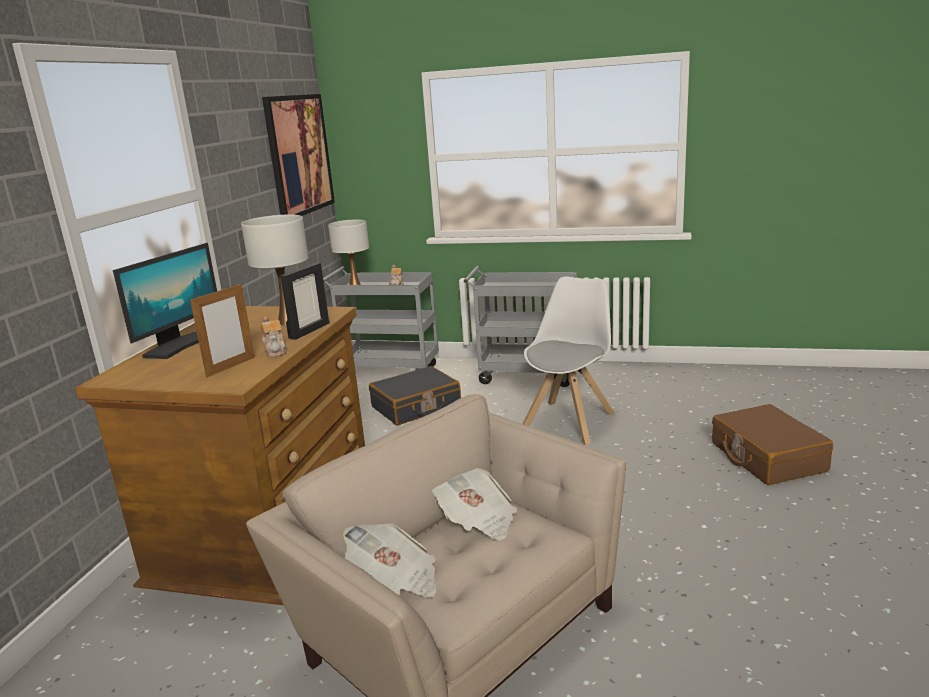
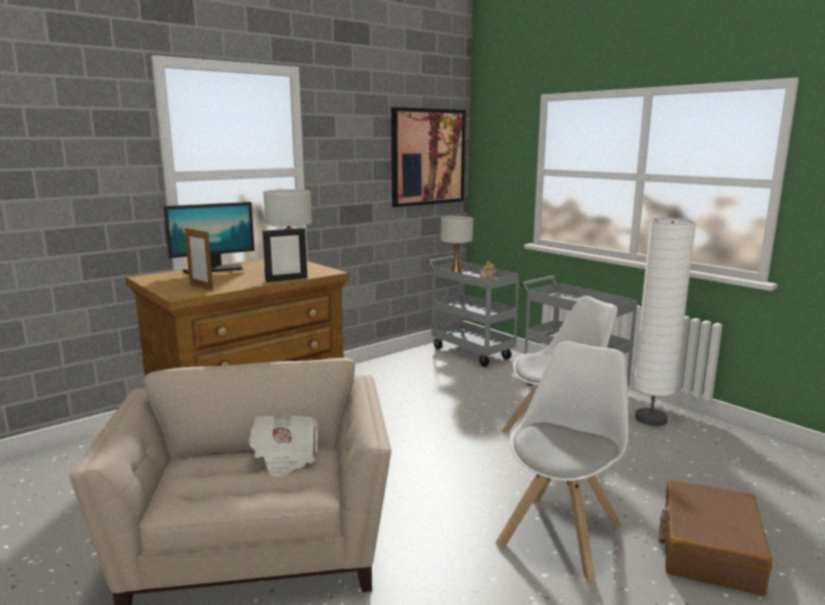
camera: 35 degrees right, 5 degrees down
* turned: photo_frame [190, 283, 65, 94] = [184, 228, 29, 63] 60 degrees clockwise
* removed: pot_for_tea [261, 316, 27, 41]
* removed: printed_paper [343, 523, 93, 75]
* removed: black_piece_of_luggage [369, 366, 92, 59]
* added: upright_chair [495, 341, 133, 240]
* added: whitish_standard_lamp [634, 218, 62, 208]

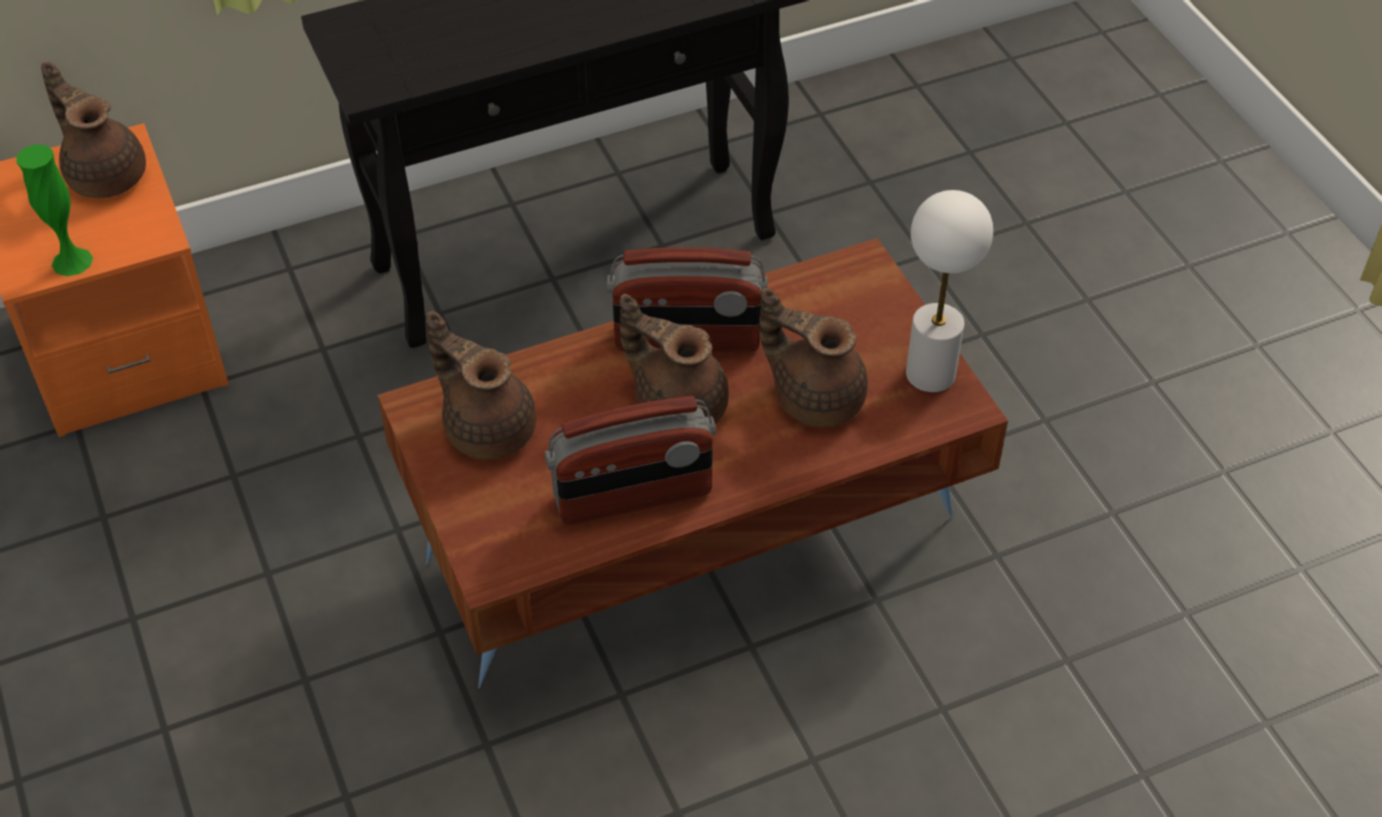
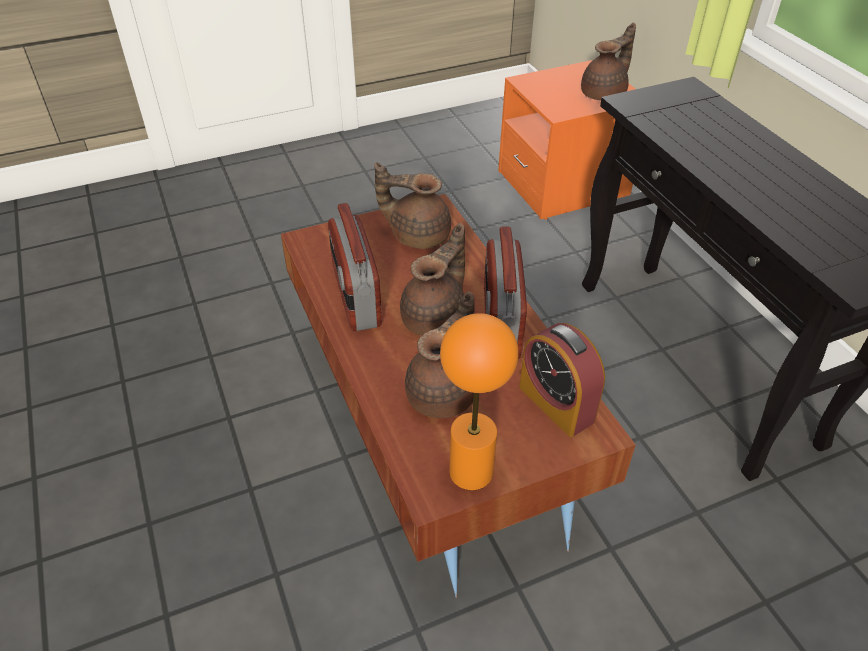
camera: 90 degrees right, 5 degrees down
* removed: green_vase [16, 144, 77, 132]
* turned: brown_pot_for_tea [426, 311, 110, 148] = [374, 162, 77, 87] 120 degrees counterclockwise
* recoloured: whitish_table_lamp [906, 190, 87, 203] to orange_table_lamp [440, 313, 78, 177]
* added: table_clock [519, 323, 86, 114]

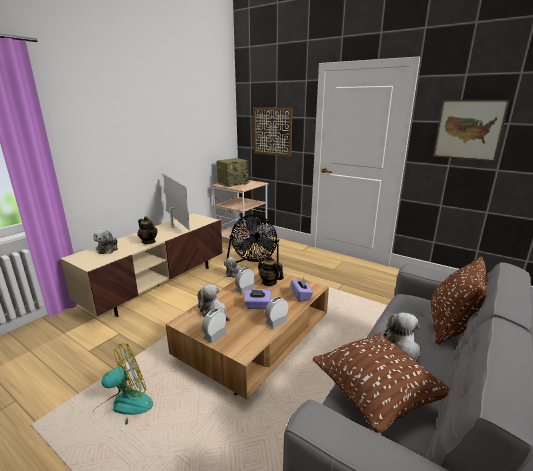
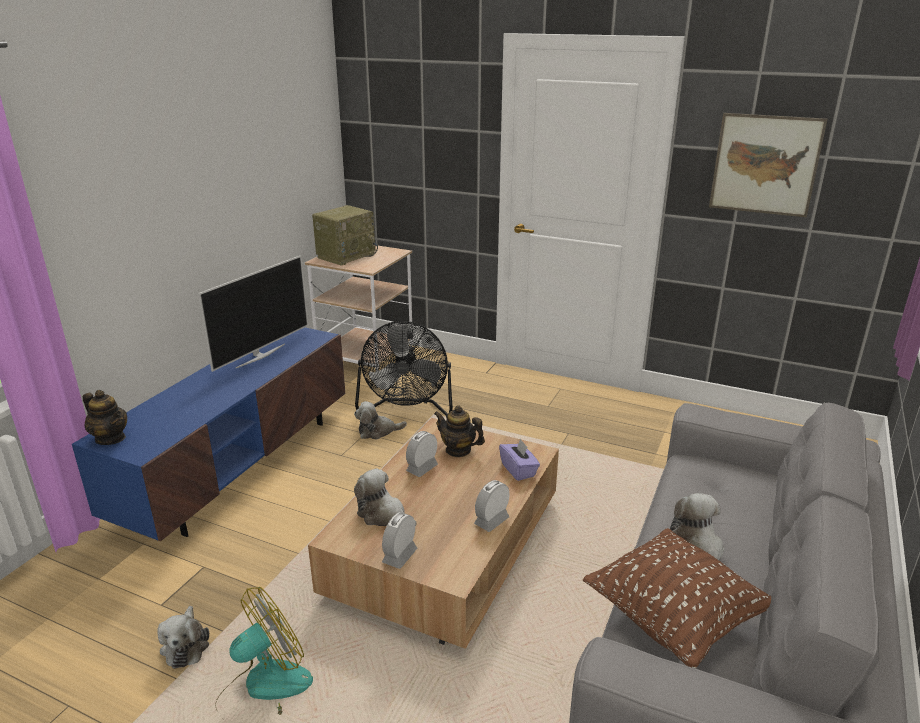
camera: 10 degrees left, 5 degrees up
* recoloured: beige-coloured_media_console [60, 213, 163, 104] to blue_media_console [72, 327, 273, 214]
* moved: cuddly_toy [93, 230, 25, 24] to [157, 606, 52, 63]
* moved: pot_for_tea [137, 216, 21, 28] to [83, 390, 44, 55]
* turned: television [163, 174, 27, 57] = [198, 255, 110, 117] 75 degrees clockwise
* removed: purple_tissue_box [244, 289, 27, 20]
* removed: picture [253, 106, 40, 51]
* removed: brown_cushion [431, 256, 57, 89]

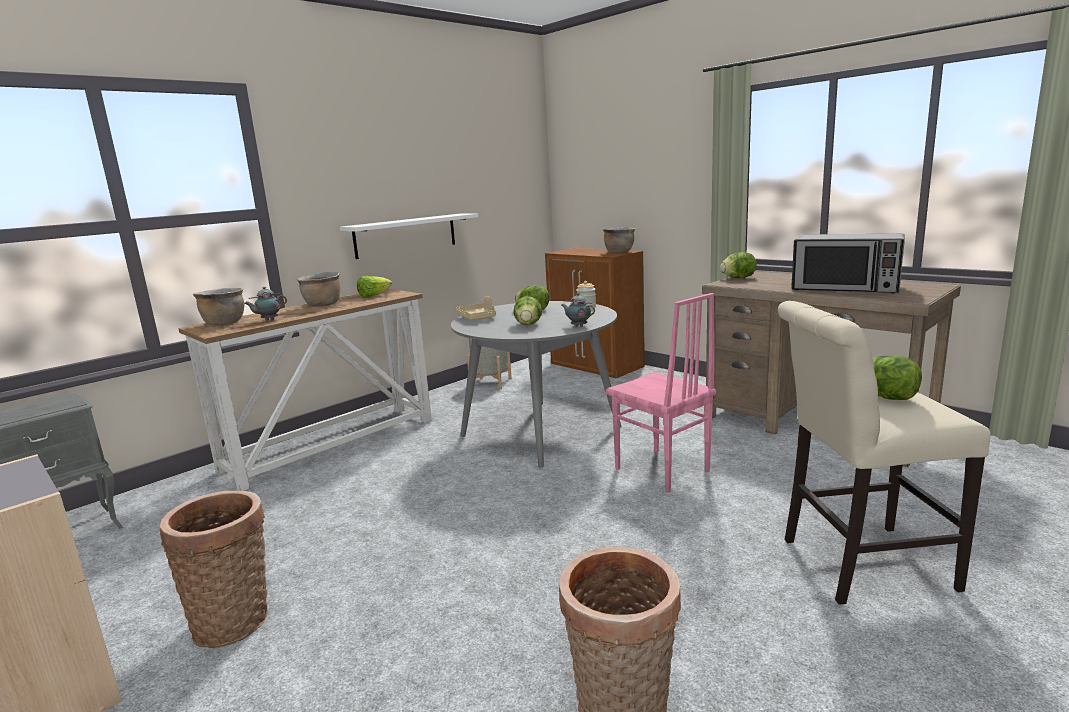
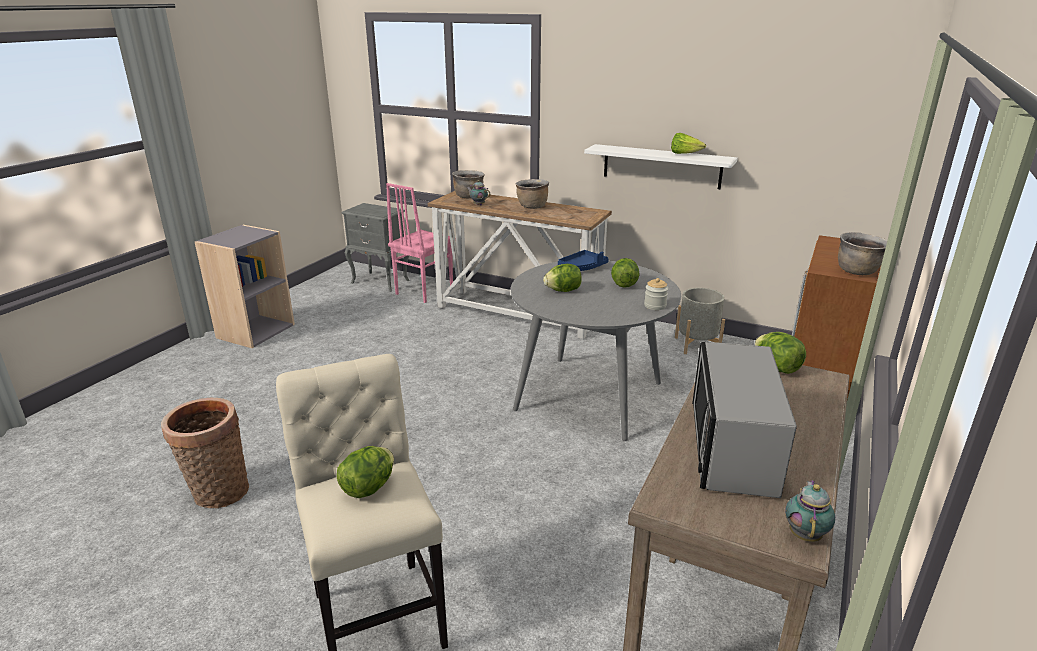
camera: 70 degrees right, 10 degrees up
* removed: household_basket [160, 491, 108, 157]
* moved: head_of_lettuce [357, 276, 35, 22] to [671, 133, 35, 21]
* recoloured: beige-coloured_carrying_tray [456, 296, 40, 24] to blue_carrying_tray [558, 250, 51, 21]
* moved: pot_for_tea [562, 293, 33, 34] to [785, 480, 50, 62]
* moved: pink_upright_chair [606, 293, 110, 200] to [386, 183, 67, 120]

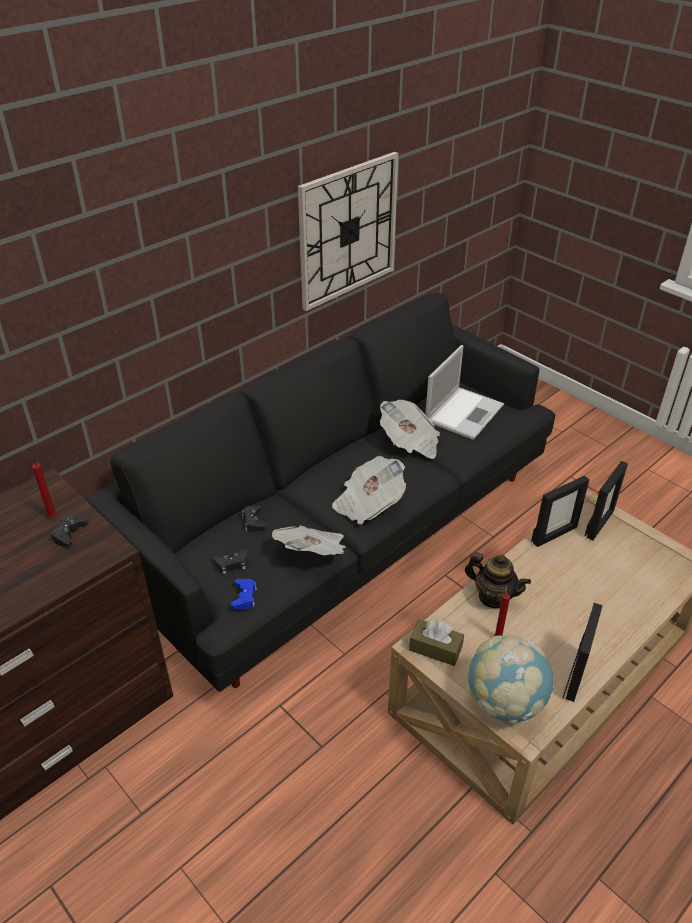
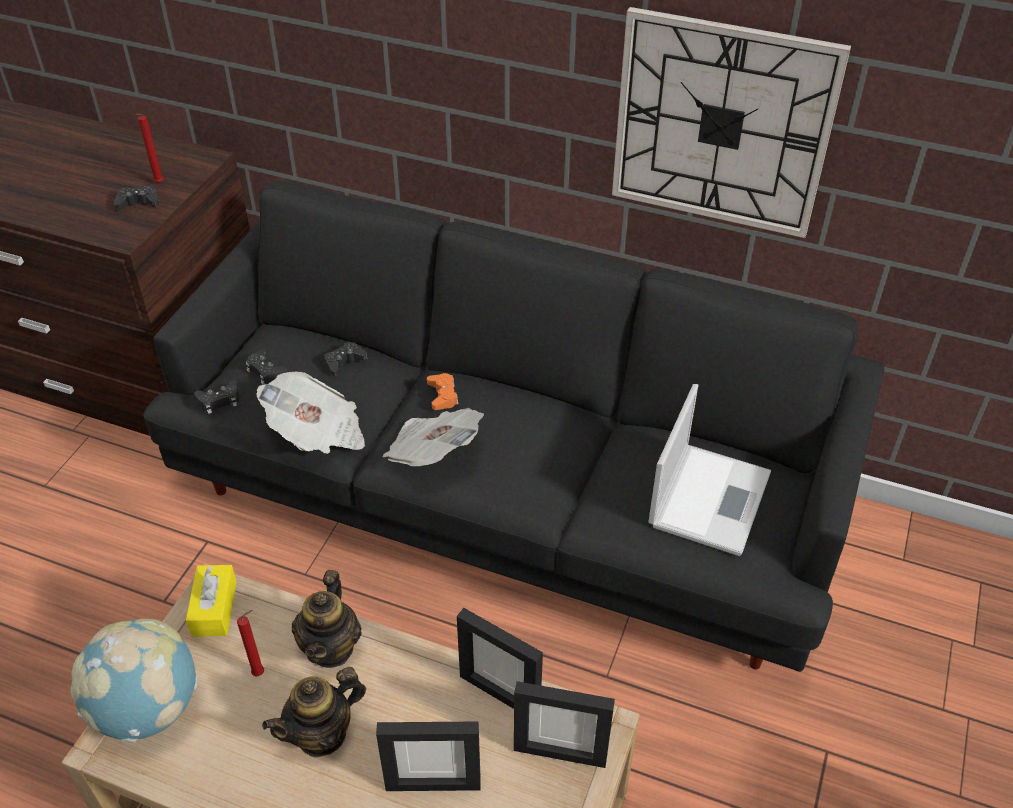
camera: 65 degrees right, 5 degrees up
* recoloured: blue_gamepad [231, 579, 26, 30] to black_gamepad [194, 381, 45, 33]
* removed: printed_paper [380, 400, 60, 59]
* recoloured: brown_tissue_box [409, 619, 55, 47] to yellowish_tissue_box [186, 565, 51, 72]
* turned: notebook_computer [425, 345, 79, 95] = [649, 384, 122, 172] 75 degrees counterclockwise
* moved: photo_frame [563, 603, 40, 99] to [376, 721, 105, 70]
* added: pot_for_tea [262, 667, 104, 91]
* added: orange_gamepad [427, 373, 32, 37]

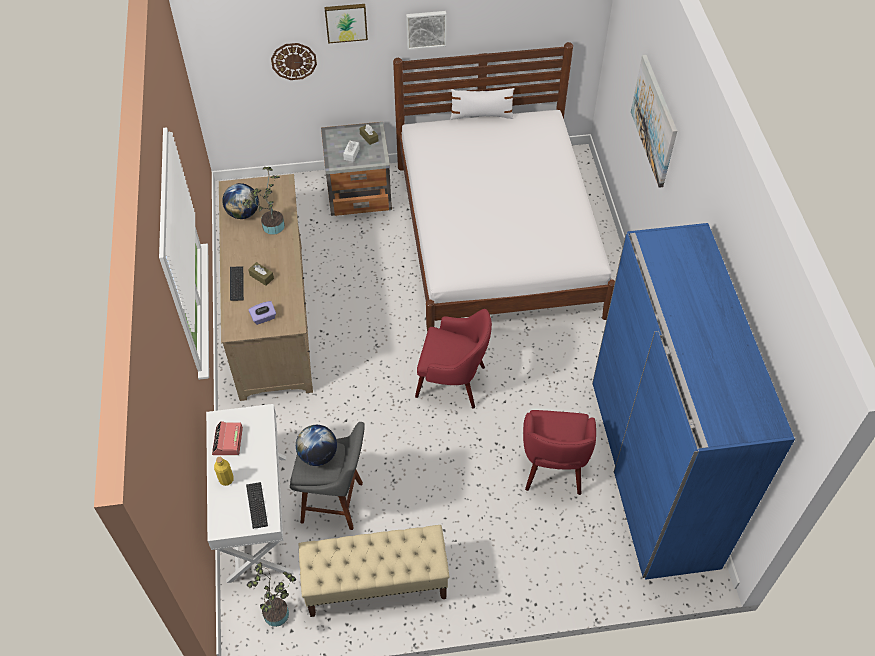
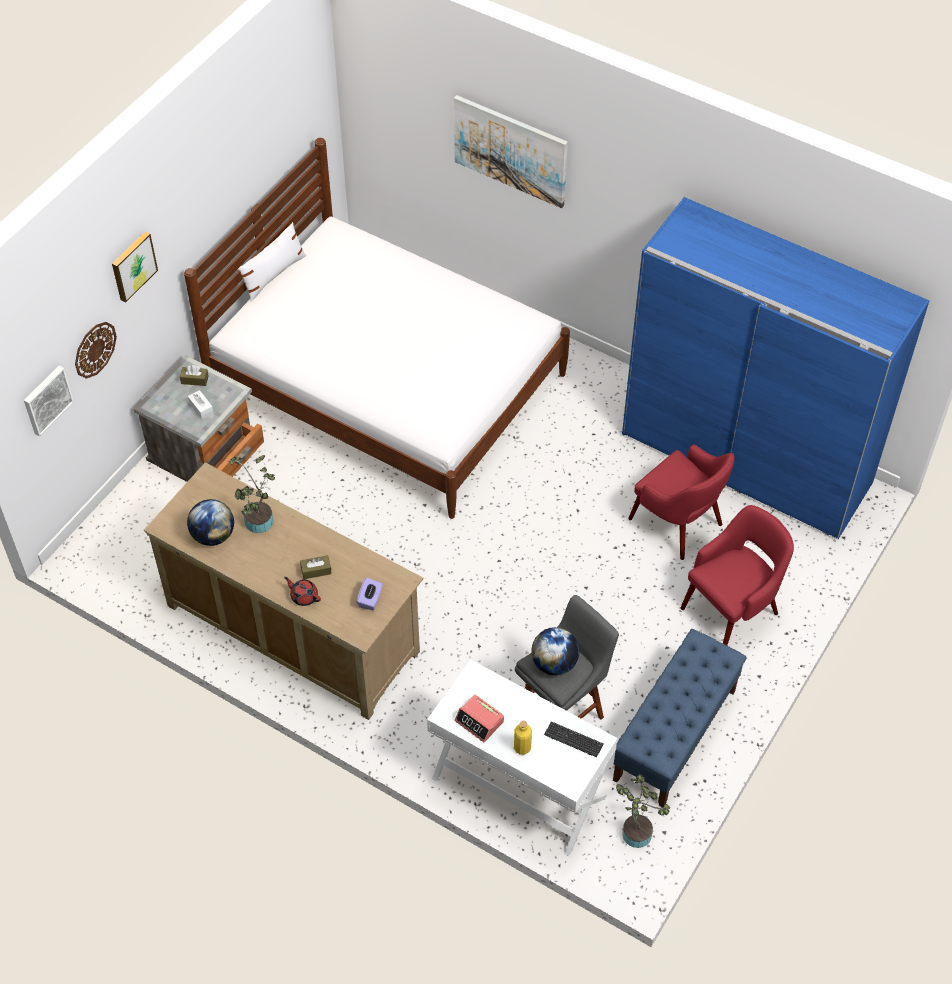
camera: 50 degrees left, 0 degrees up
* replaced: computer_keyboard [230, 266, 14, 35] to red_pot_for_tea [284, 577, 37, 29]
* recoloured: beige-coloured_bench [299, 525, 150, 92] to blue_bench [613, 629, 134, 179]
* moved: picture [406, 11, 40, 39] to [24, 366, 50, 70]
* moved: red_easy_chair [415, 309, 77, 99] to [680, 505, 114, 140]

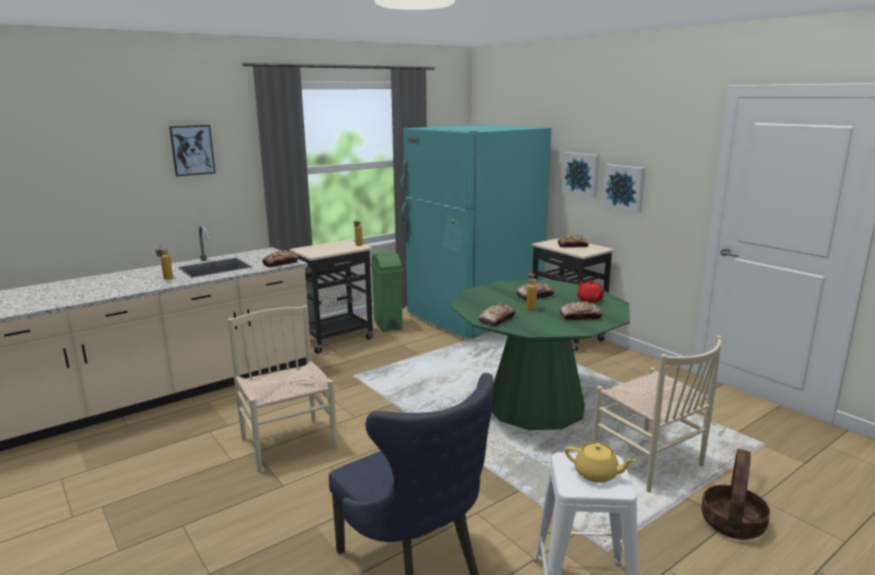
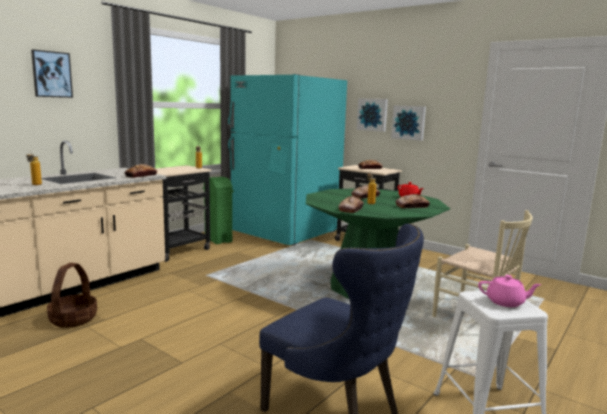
camera: 15 degrees left, 5 degrees down
* removed: beige-coloured_upright_chair [228, 305, 109, 167]
* recoloured: yellowish_pot_for_tea [565, 442, 71, 41] to pink_pot_for_tea [478, 275, 63, 32]
* moved: household_basket [701, 449, 69, 91] to [47, 263, 50, 65]

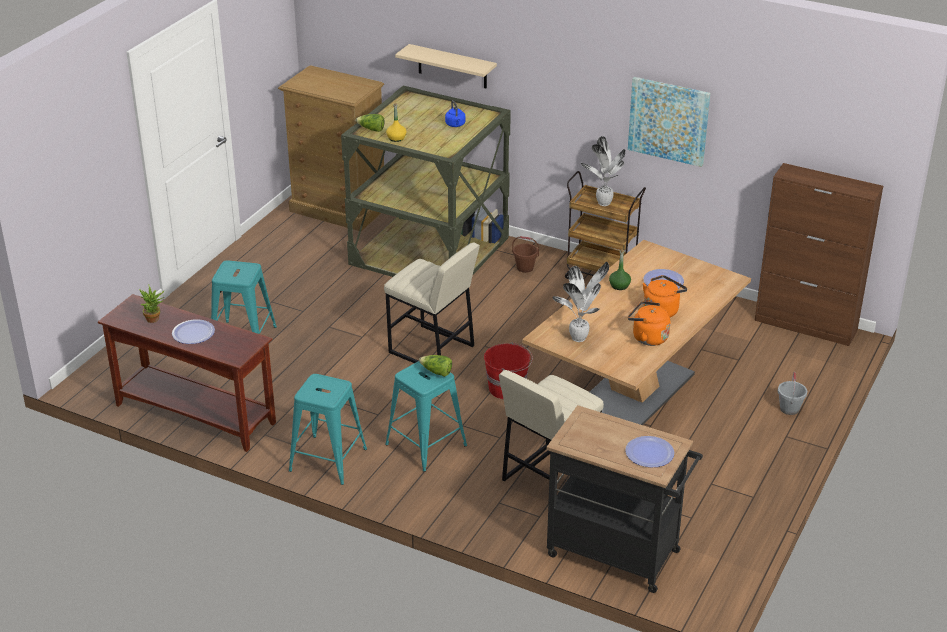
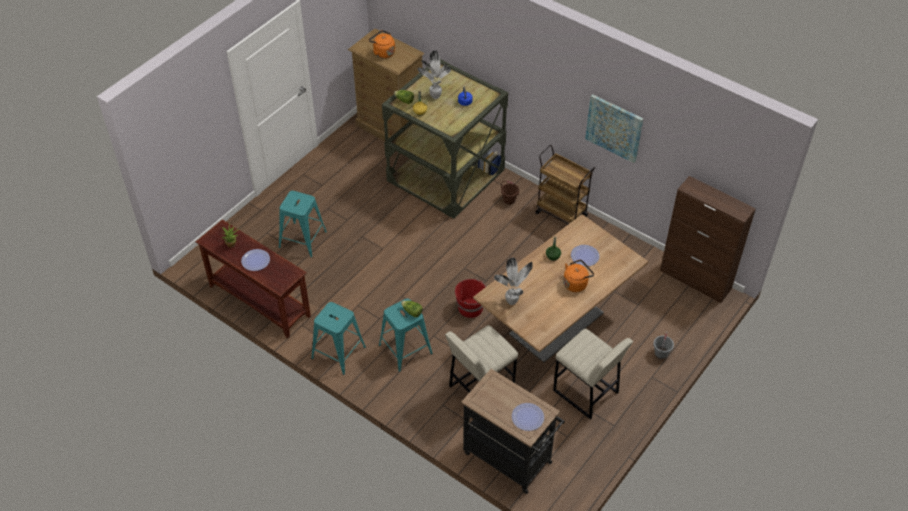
camera: 10 degrees right, 15 degrees up
* moved: beige-coloured_upright_chair [384, 242, 96, 121] to [553, 329, 80, 90]
* removed: beige-coloured_wall_shelf [395, 44, 102, 44]
* moved: houseplant [581, 136, 45, 70] to [418, 50, 33, 49]
* moved: orange_water_kettle [628, 301, 42, 45] to [369, 30, 26, 28]

